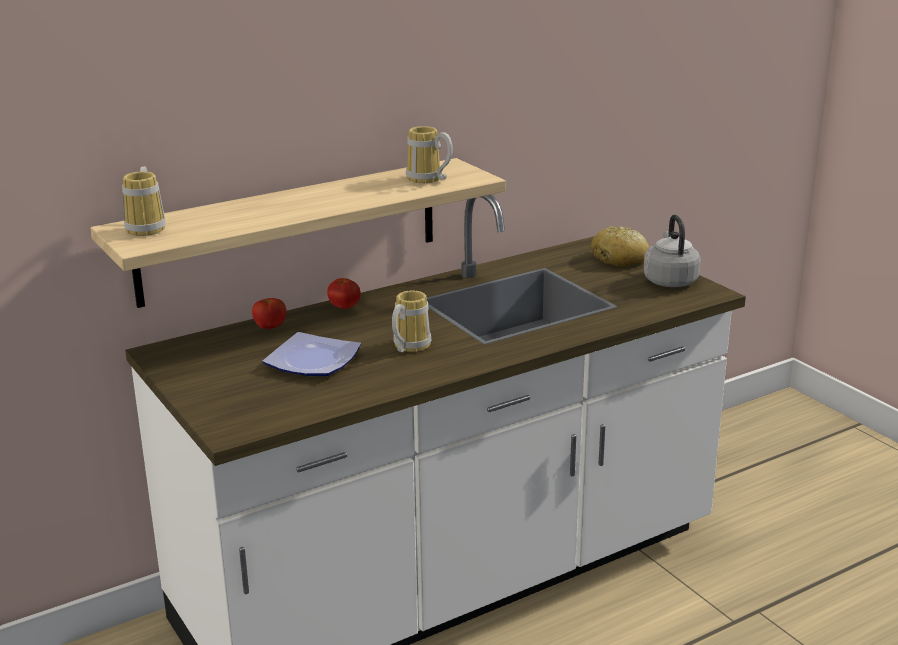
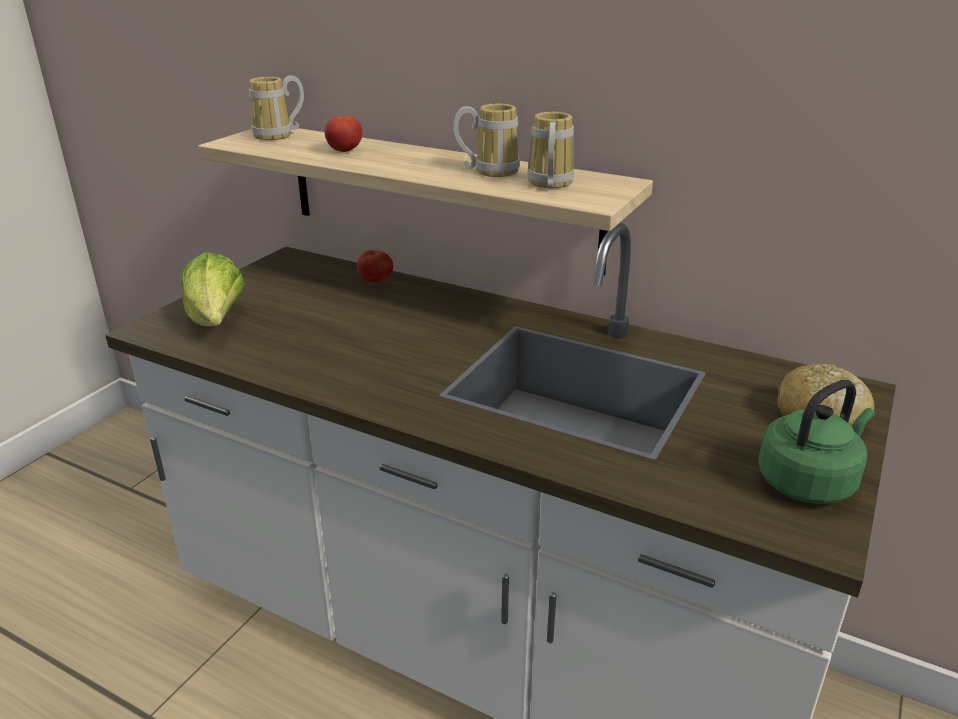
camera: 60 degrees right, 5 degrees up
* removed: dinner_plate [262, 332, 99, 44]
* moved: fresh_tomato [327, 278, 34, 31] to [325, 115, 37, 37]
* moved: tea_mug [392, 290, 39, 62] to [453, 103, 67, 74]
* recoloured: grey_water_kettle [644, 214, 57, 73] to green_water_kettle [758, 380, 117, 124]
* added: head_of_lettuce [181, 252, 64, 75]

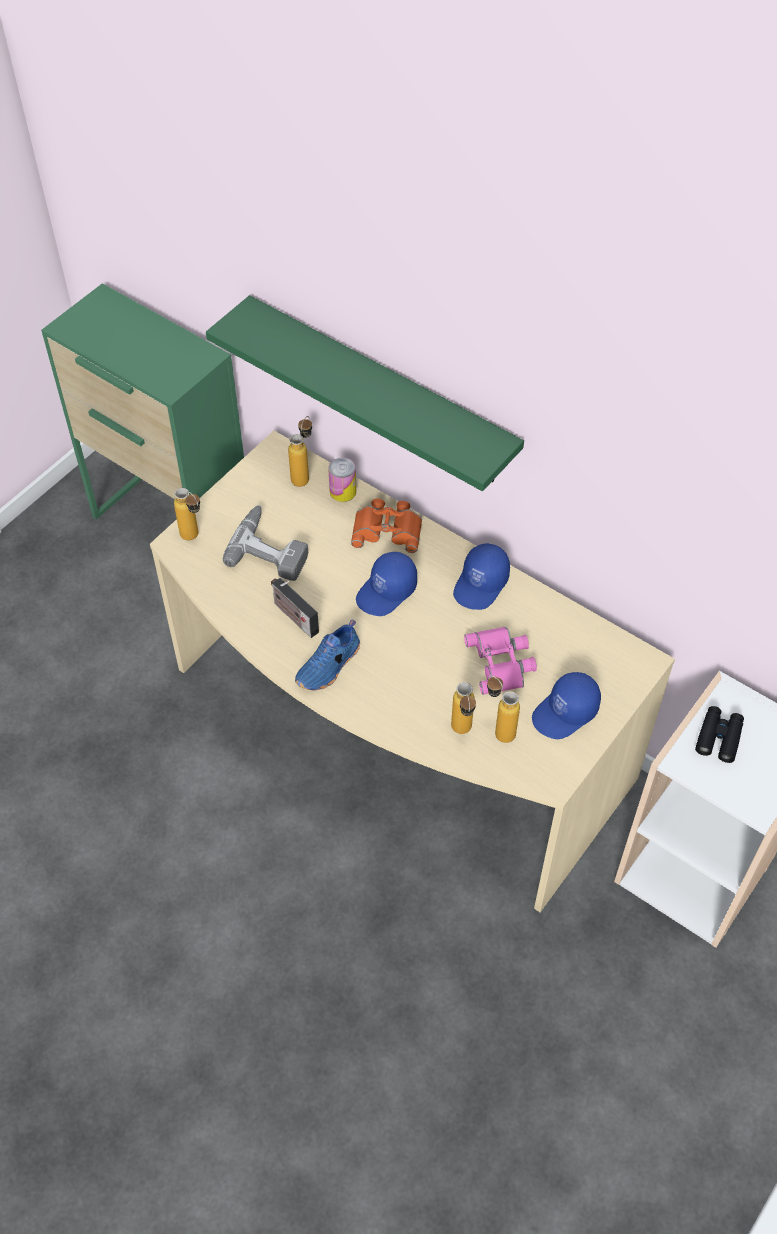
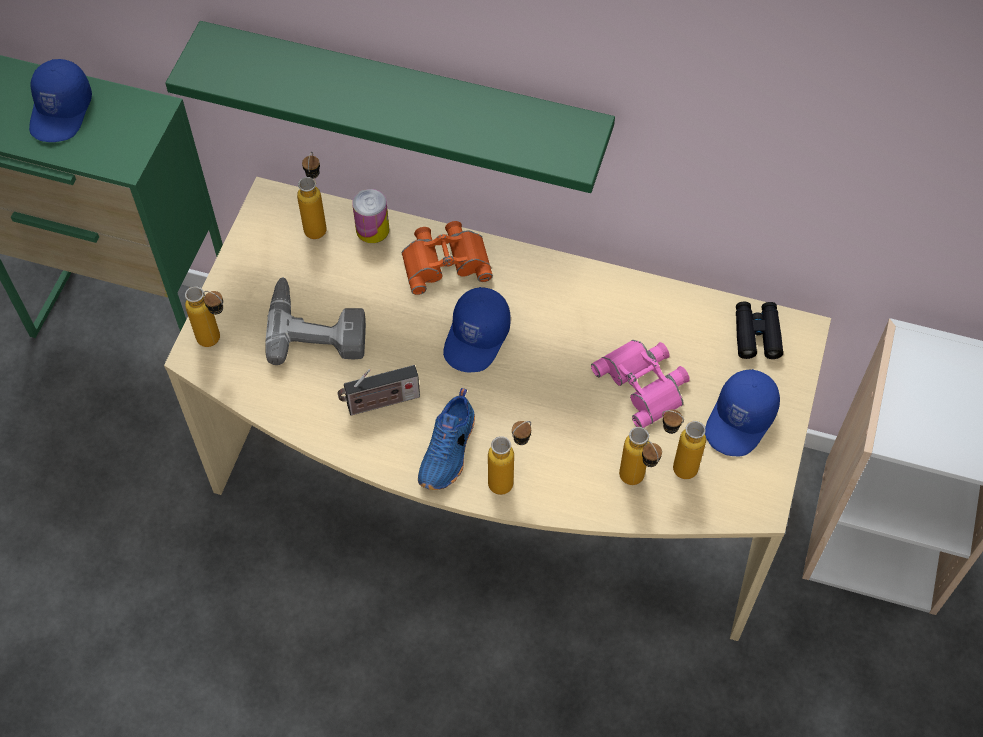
camera: 20 degrees left, 5 degrees up
* turned: radio_receiver [271, 578, 48, 60] = [337, 365, 83, 50] 45 degrees counterclockwise
* moved: blue_peaked_cap [453, 543, 57, 67] to [29, 59, 63, 83]
* moved: black_pair_of_binoculars [695, 706, 49, 57] to [736, 302, 47, 57]
* added: beverage_bottle [488, 421, 43, 74]

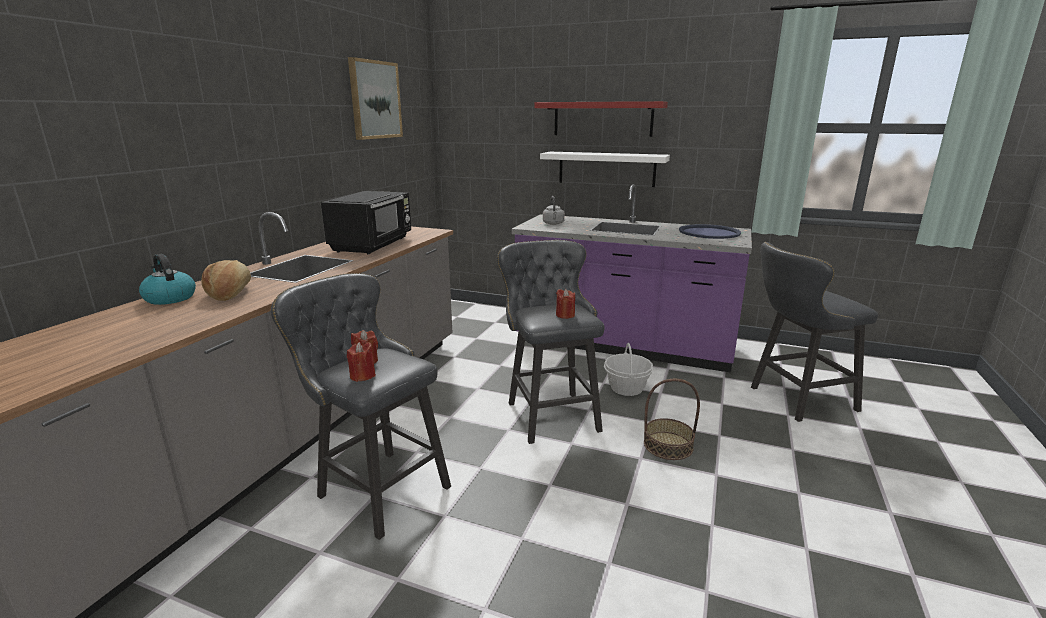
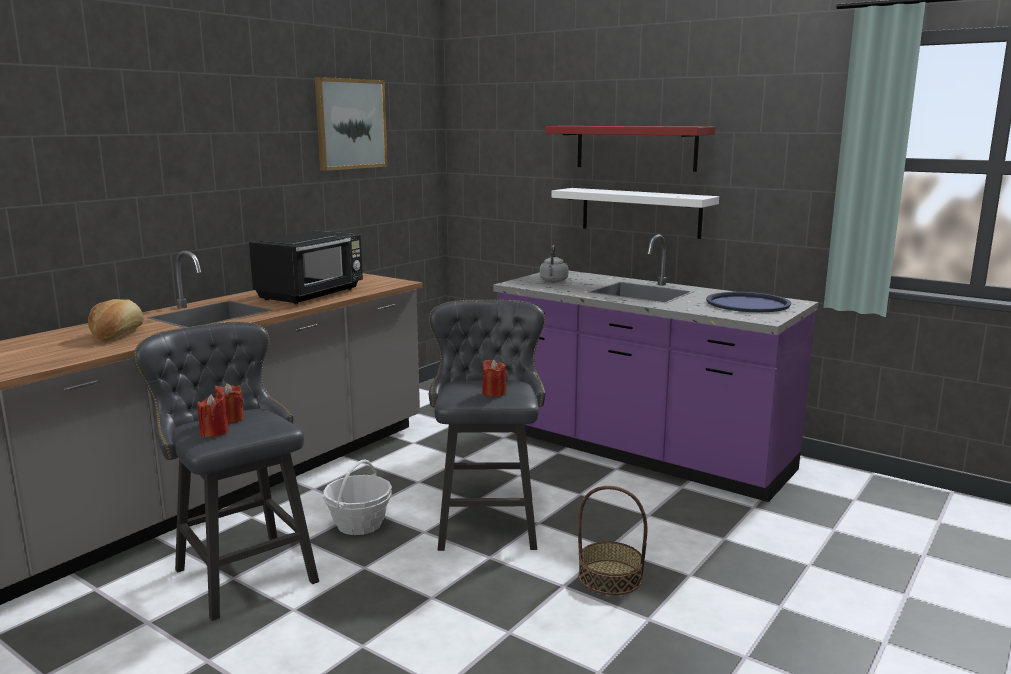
camera: 15 degrees right, 5 degrees down
* removed: water_kettle [139, 254, 57, 51]
* moved: household_basket [604, 343, 49, 53] to [323, 460, 69, 75]
* removed: grey_sitting_stool [751, 242, 127, 180]

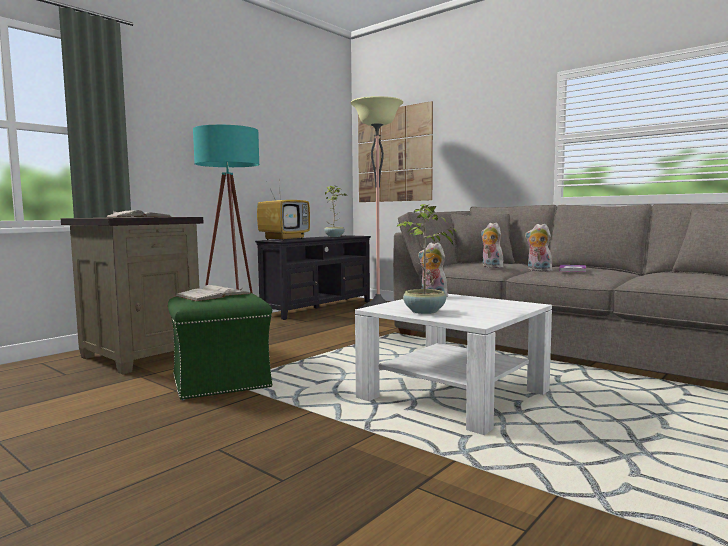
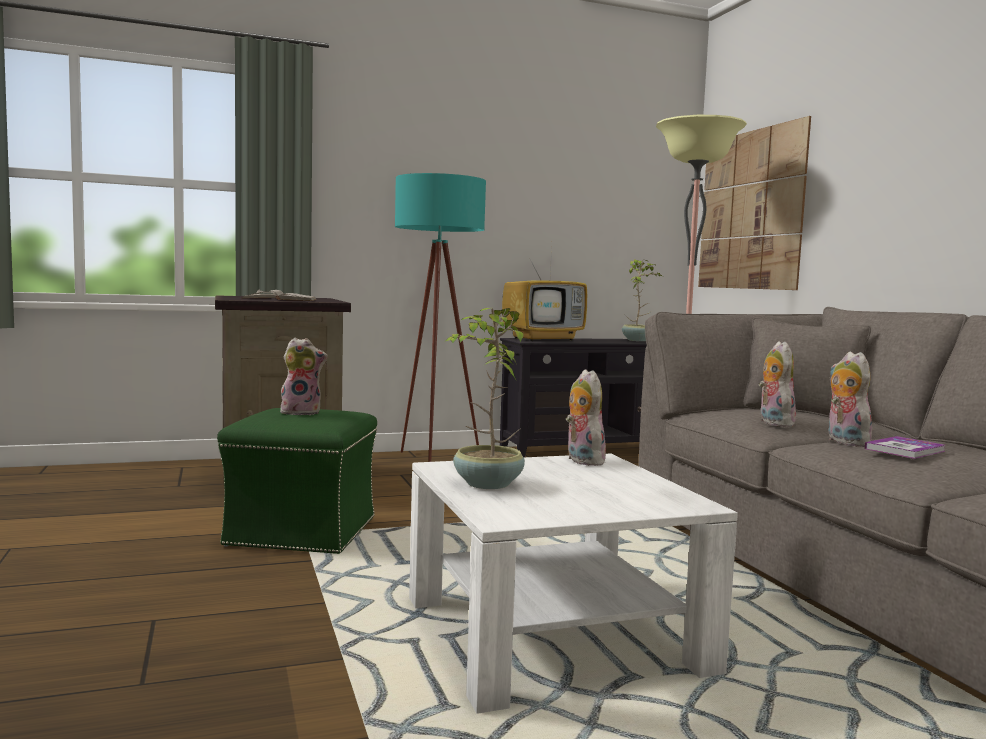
camera: 30 degrees right, 0 degrees up
* replaced: whitish_bound_book [176, 285, 75, 16] to cuddly_toy [280, 337, 48, 78]

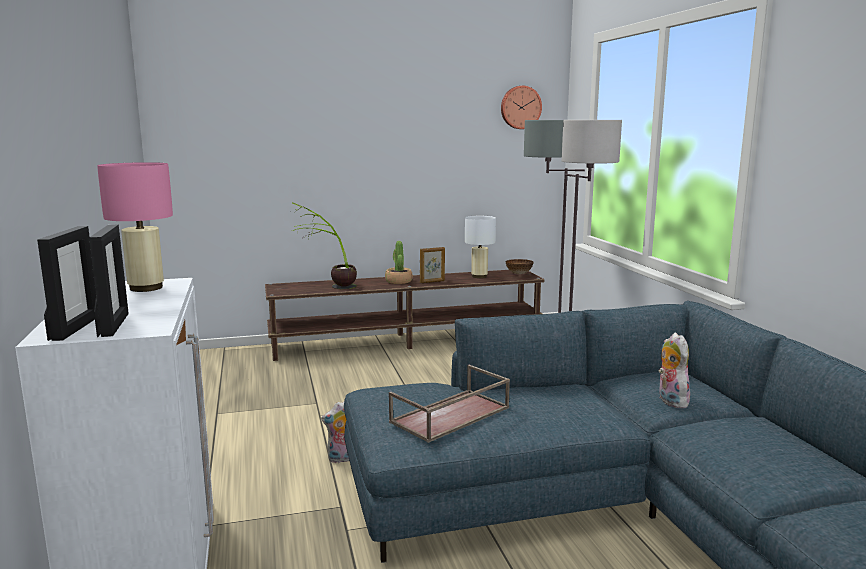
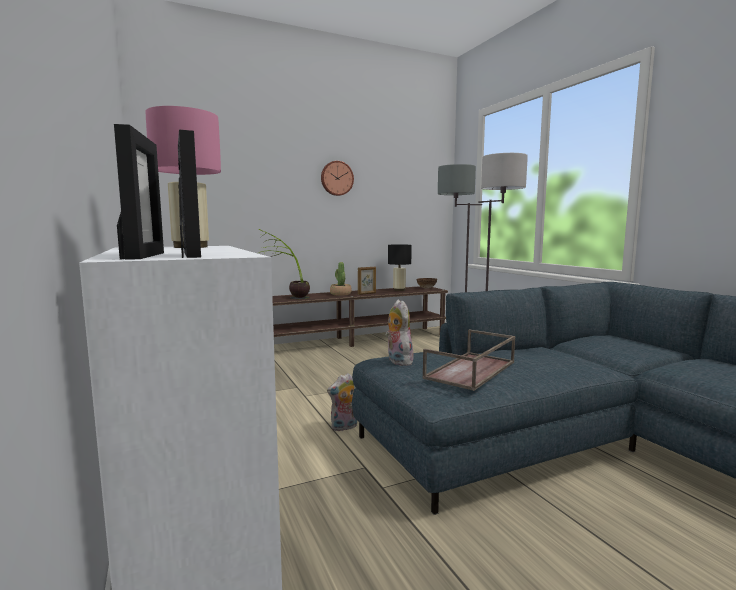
camera: 10 degrees left, 5 degrees down
* recoloured: whitish_table_lamp [465, 216, 31, 62] to black_table_lamp [388, 244, 24, 47]
* moved: clock_on_the_wall [501, 86, 41, 43] to [321, 161, 33, 35]
* moved: cuddly_toy [658, 332, 32, 76] to [385, 300, 28, 66]

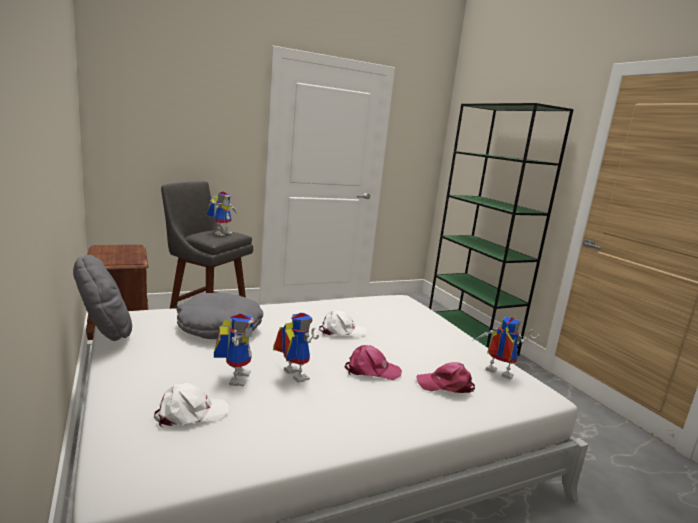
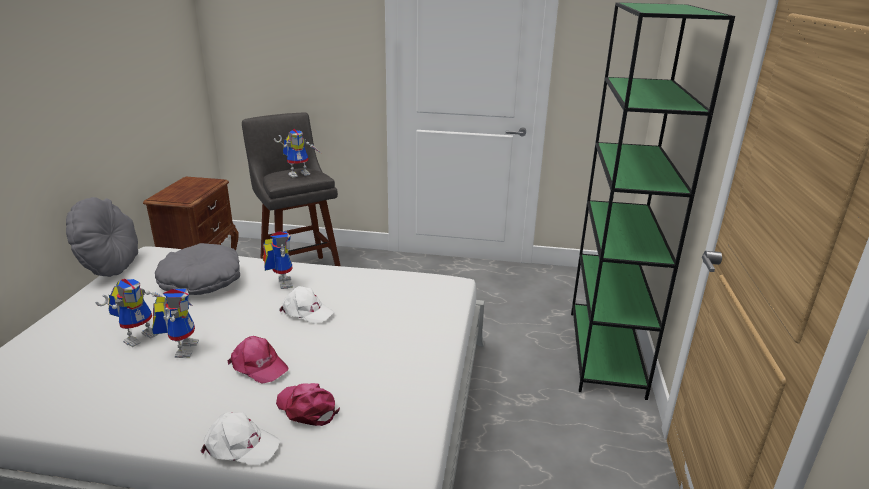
camera: 35 degrees right, 10 degrees up
* moved: whitish_peaked_cap [154, 383, 75, 45] to [201, 412, 79, 53]
* moved: robot_figure [472, 317, 67, 62] to [263, 231, 30, 58]

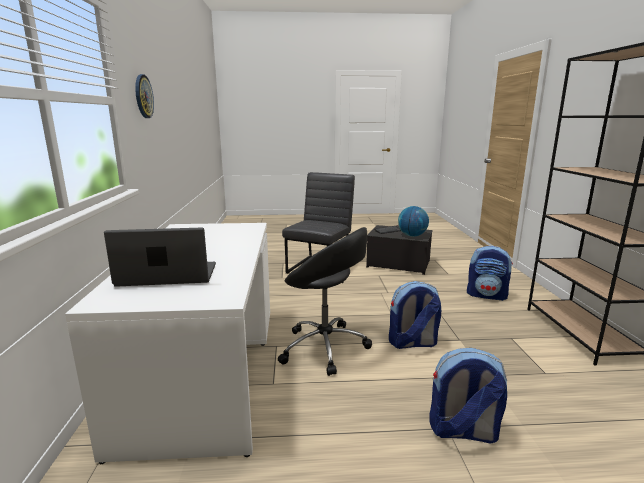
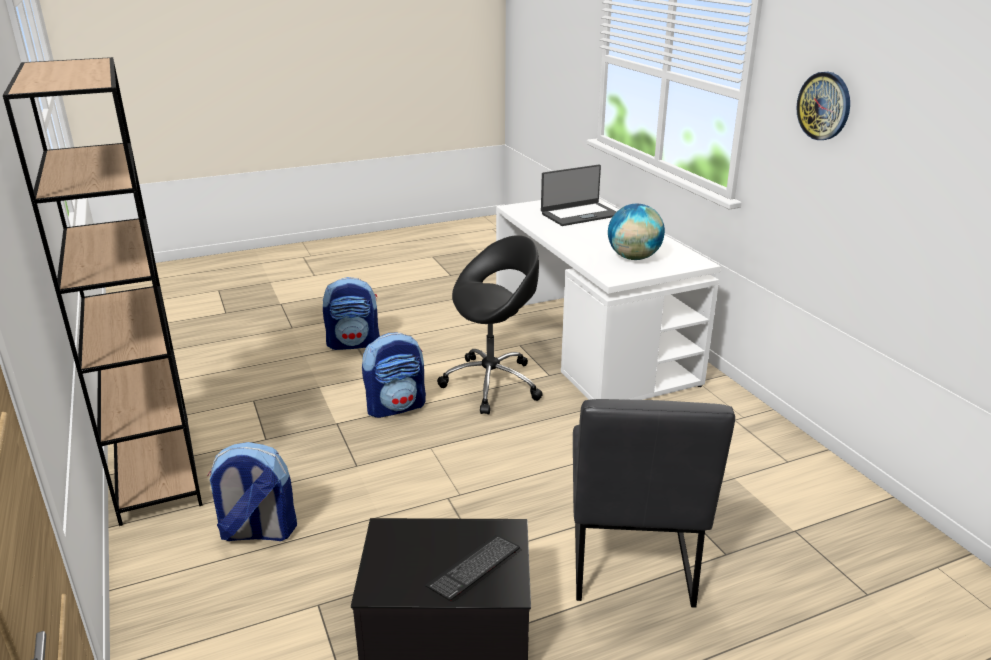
camera: 160 degrees right, 10 degrees up
* turned: black_office_chair [278, 227, 94, 149] = [437, 235, 105, 180] 150 degrees clockwise
* moved: globe [398, 206, 31, 31] to [608, 204, 57, 56]

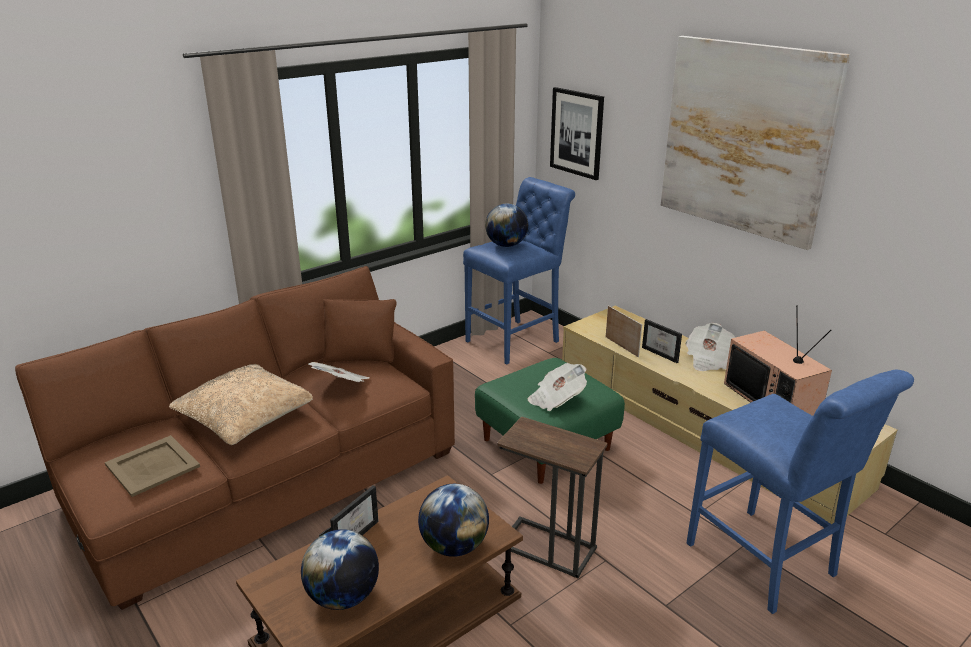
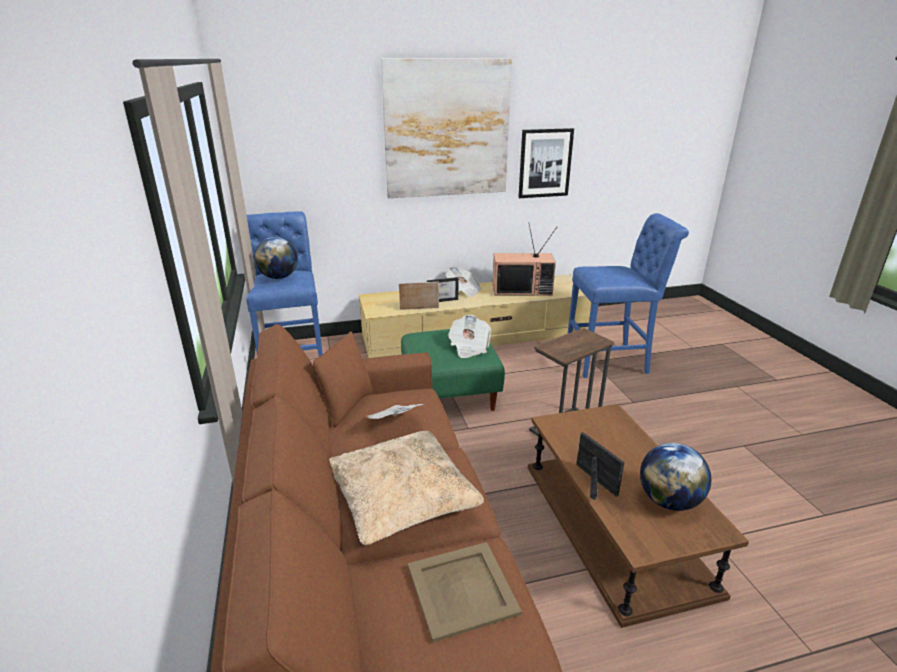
camera: 65 degrees left, 0 degrees up
* removed: globe [418, 484, 71, 73]
* moved: picture [550, 87, 54, 93] to [518, 128, 56, 70]

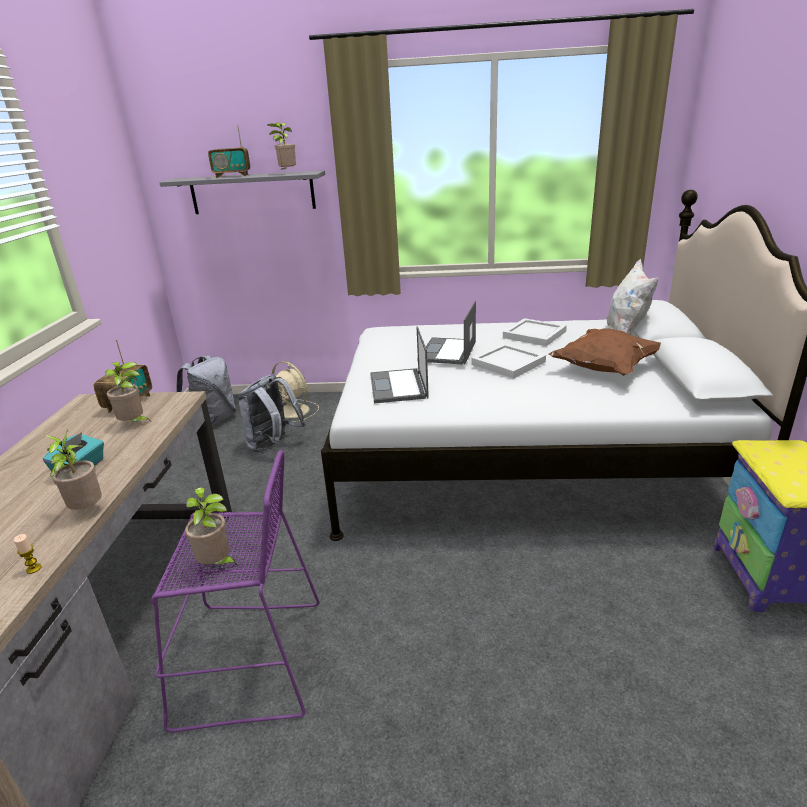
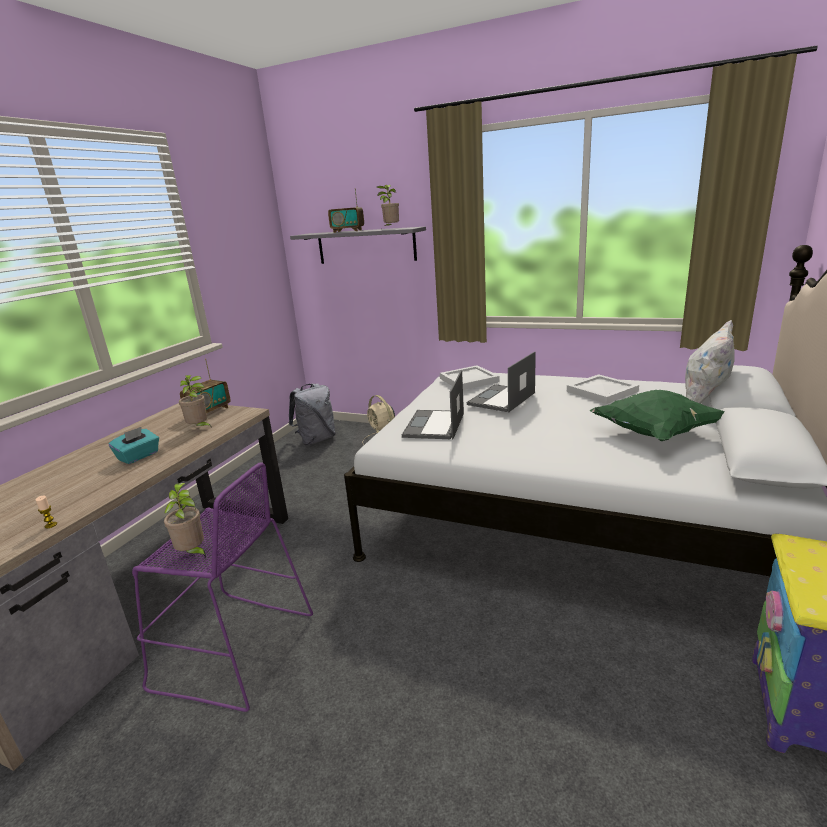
camera: 20 degrees right, 5 degrees down
* removed: houseplant [45, 429, 57, 81]
* removed: grey_knapsack [238, 374, 68, 78]
* moved: whitish_carrying_tray [471, 343, 75, 36] to [440, 365, 60, 25]
* recoloured: brown_cushion [548, 329, 113, 47] to green_cushion [590, 390, 134, 51]

